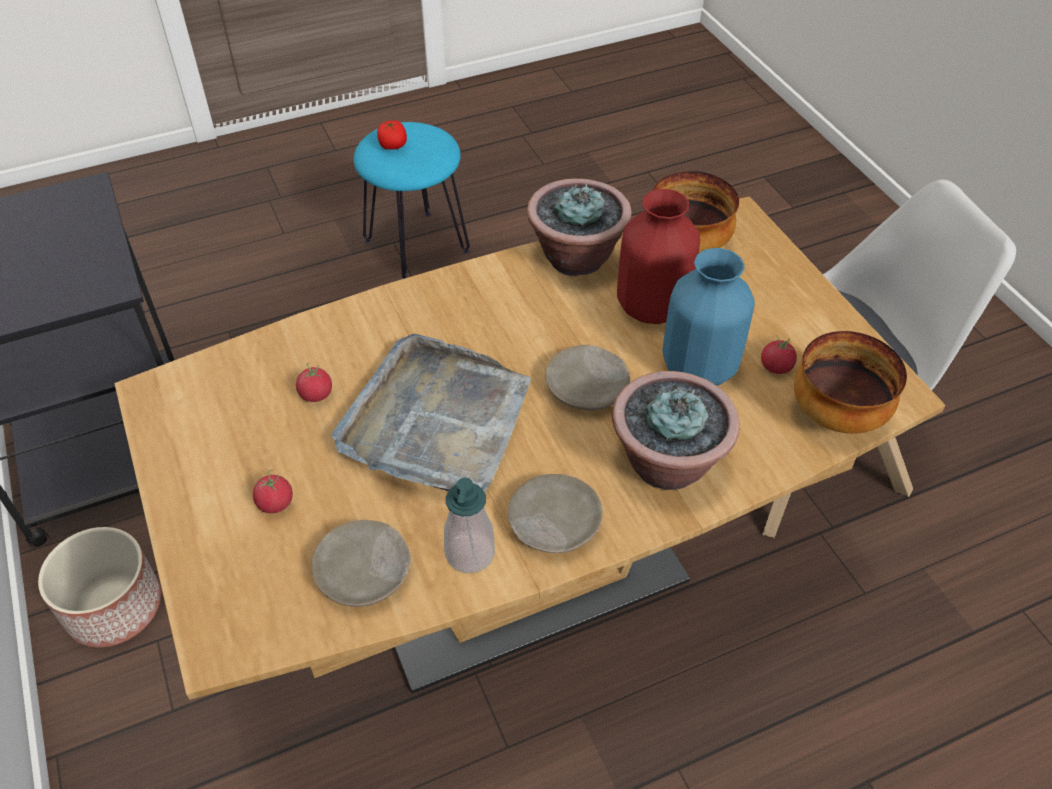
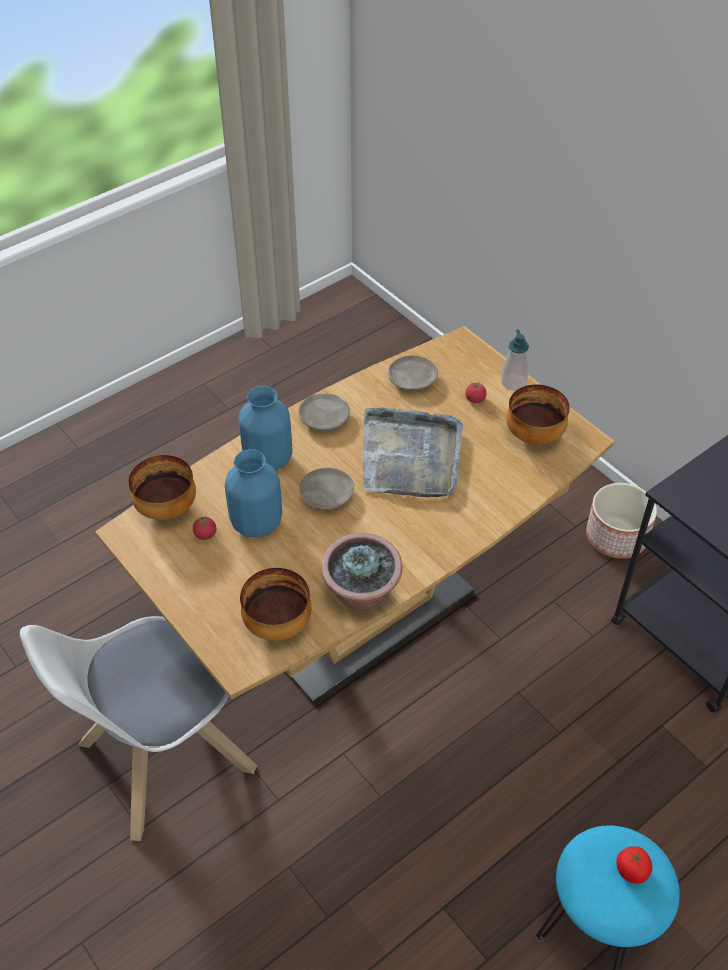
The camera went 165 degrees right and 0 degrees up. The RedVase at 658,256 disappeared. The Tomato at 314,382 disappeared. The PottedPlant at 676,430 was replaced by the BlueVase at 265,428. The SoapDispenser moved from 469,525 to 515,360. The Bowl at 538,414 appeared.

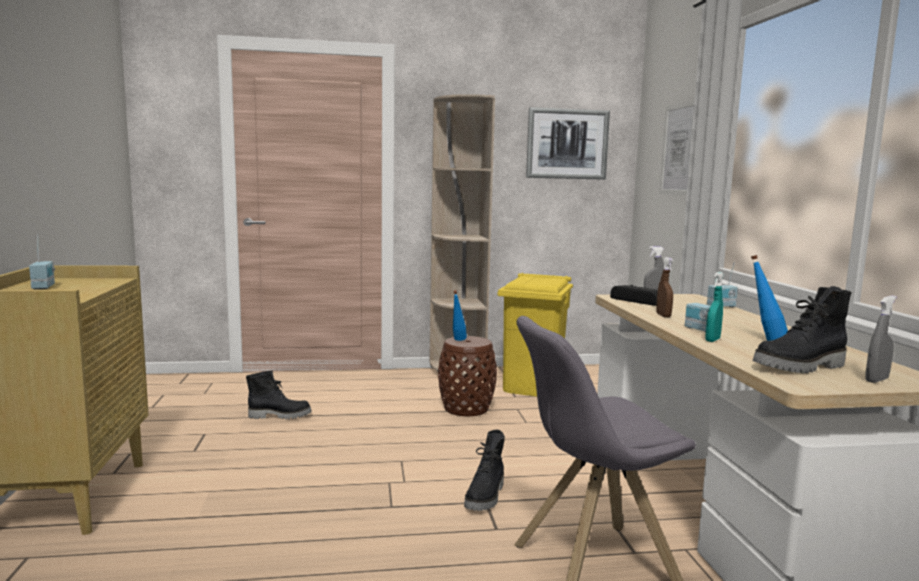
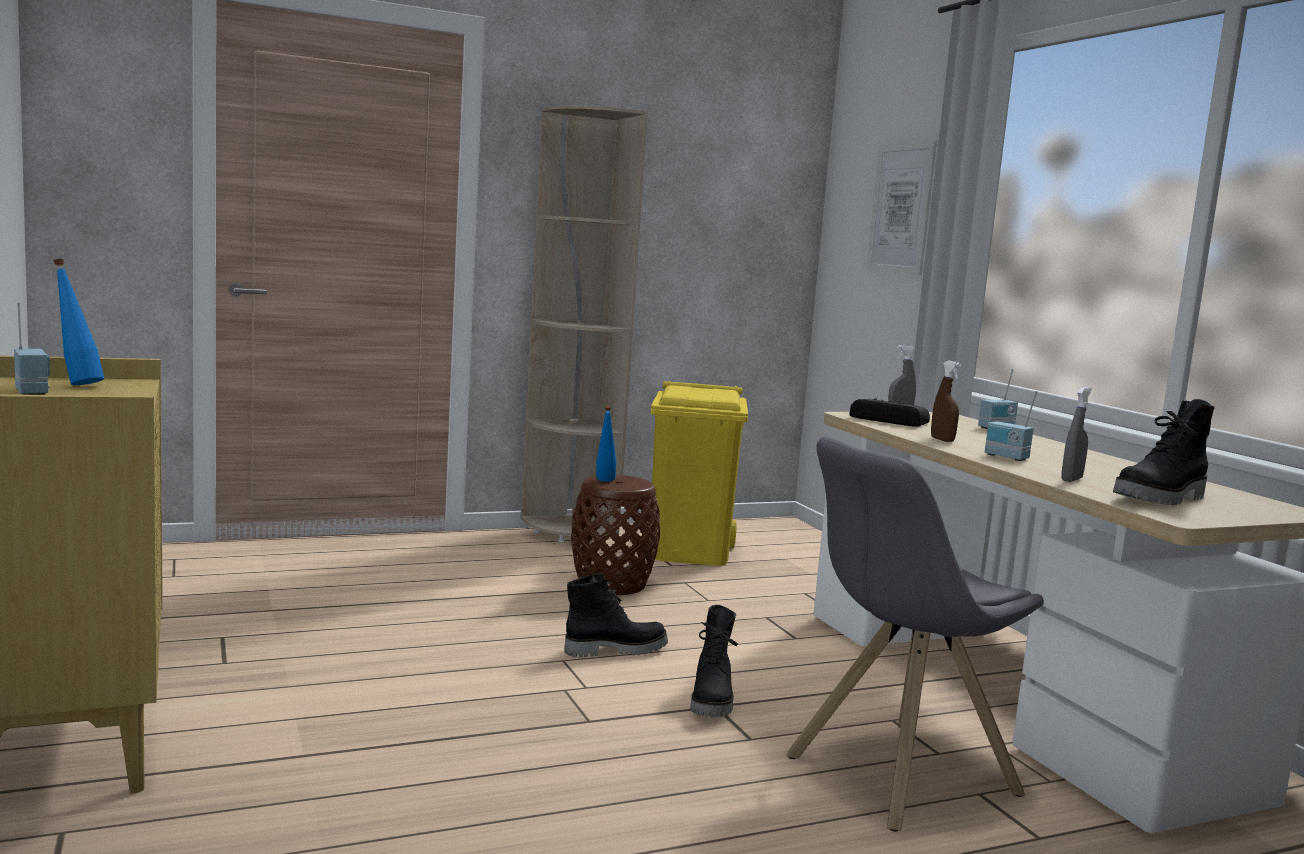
The camera went 15 degrees left and 0 degrees up. The Picture at 568,143 disappeared. The BlueBottle moved from 769,298 to 78,322. The TurquoiseSprayBottle at 714,307 disappeared. The GreySprayBottle moved from 881,339 to 1076,434. The BlackBoot moved from 279,395 to 616,615.

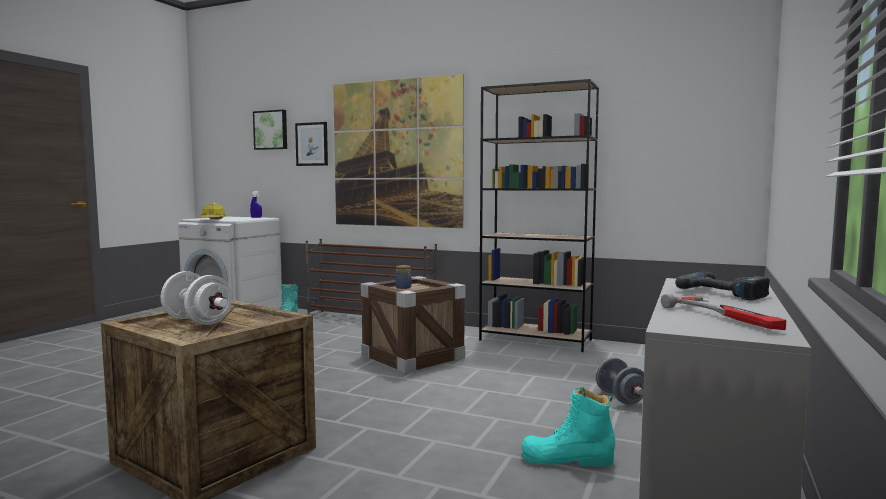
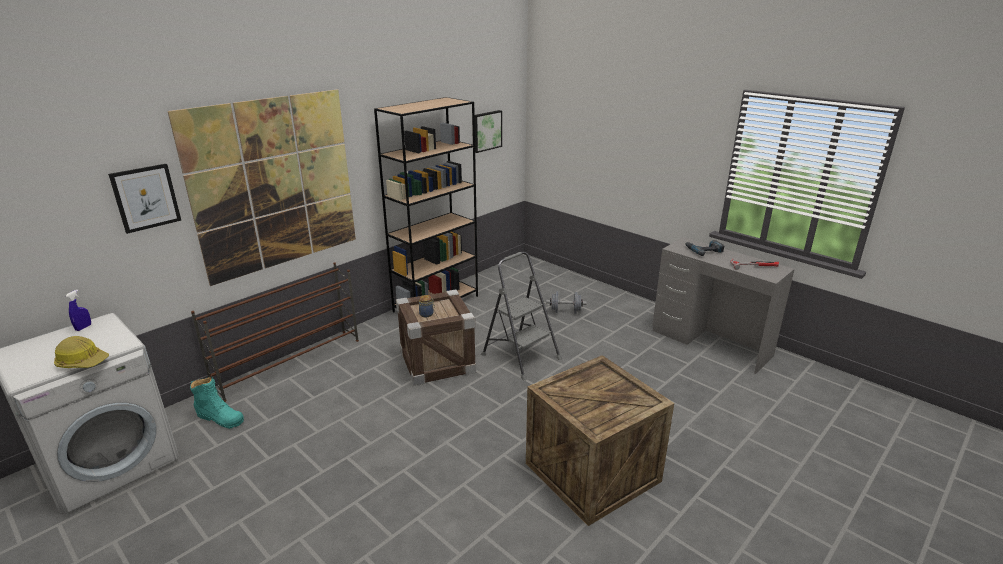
The camera went 70 degrees left and 20 degrees up. The Picture moved from 270,130 to 488,131. The WhiteDumbbell at 196,298 disappeared. The TurquoiseBoot at 568,427 disappeared. The GreyStepLadder at 521,316 appeared.

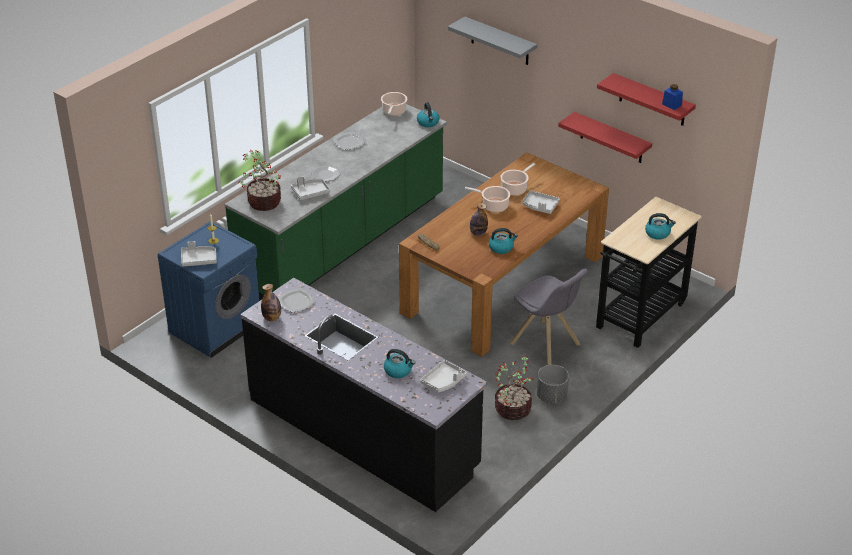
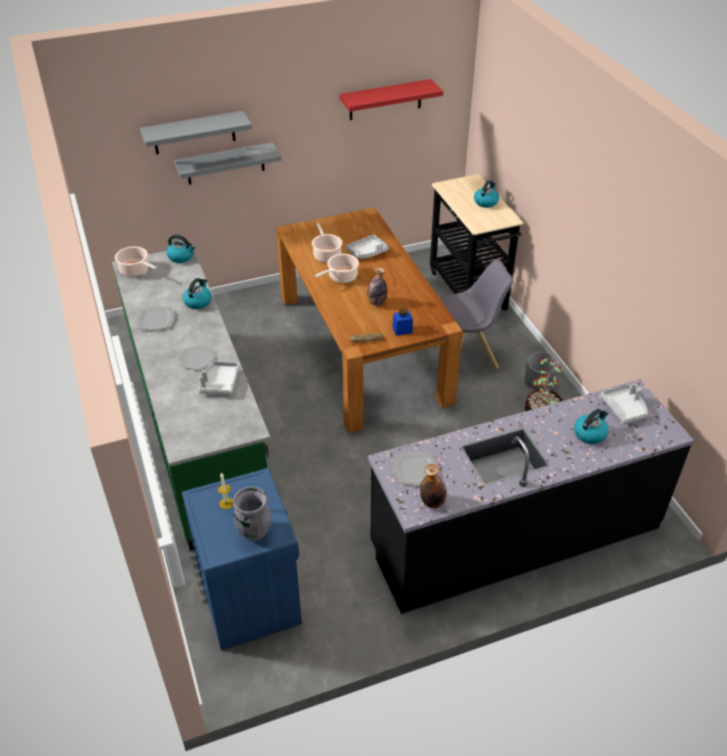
The camera went 60 degrees left and 5 degrees up. The BlueJar moved from 672,97 to 402,322. The RedShelf at 605,137 disappeared. The PottedPlant at 259,180 disappeared. The Kettle moved from 503,241 to 197,293. The GreyTray at 199,253 was replaced by the GreyVase at 252,513. The GreyShelf at 227,163 appeared.

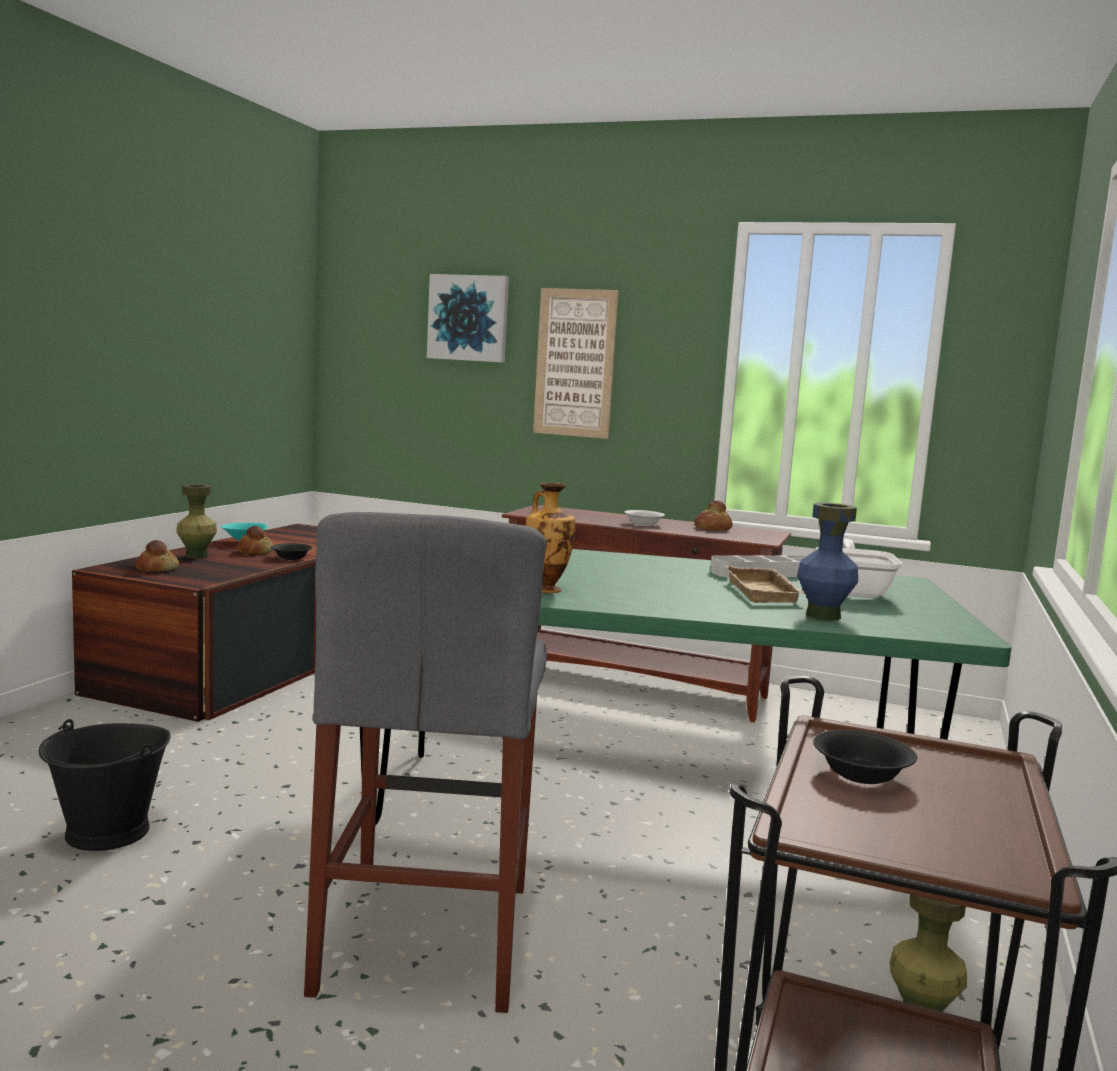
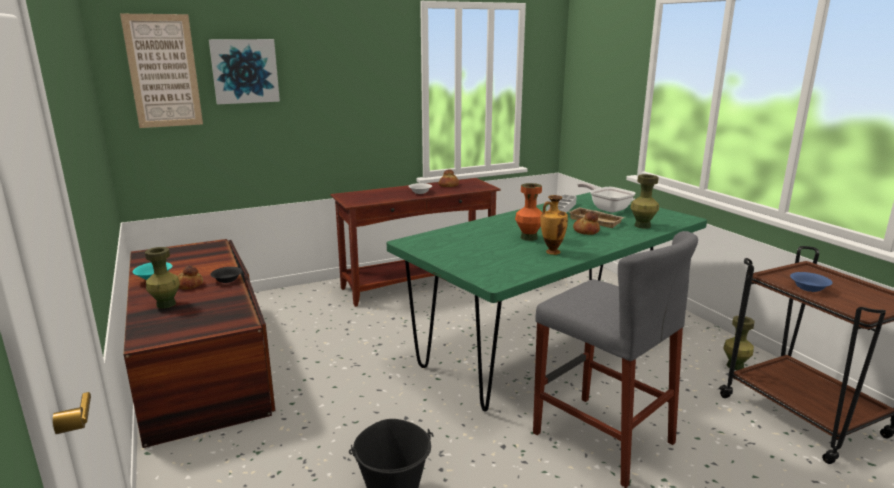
The camera went 45 degrees left and 10 degrees up. The Picture moved from 576,363 to 161,71. The BlueVase at 827,561 became the GreenVase at 644,201. The Bread moved from 157,556 to 586,223. The BlackBowl at 865,757 became the BlueBowl at 811,282. The OrangeVase at 529,212 appeared.

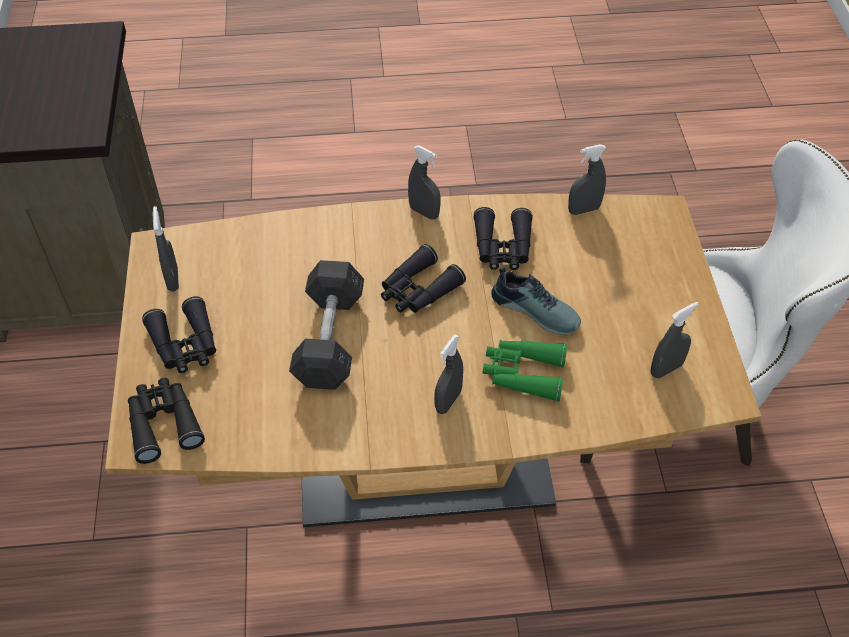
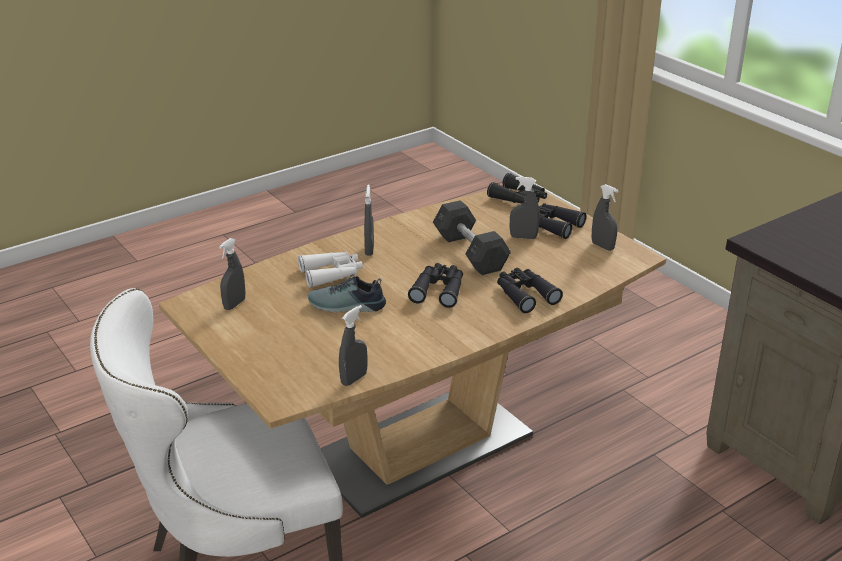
The camera went 150 degrees right and 20 degrees down. The GreySprayBottle moved from 424,182 to 525,208. The BlackBinoculars moved from 503,238 to 530,290. The GreenBinoculars at 524,370 became the WhiteBinoculars at 330,269.

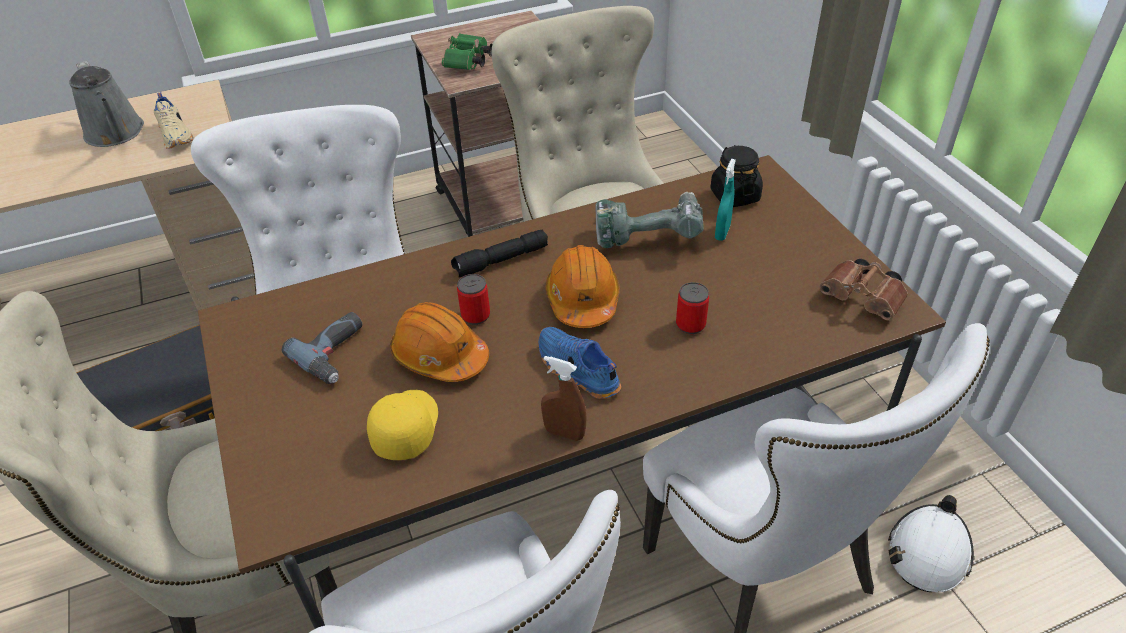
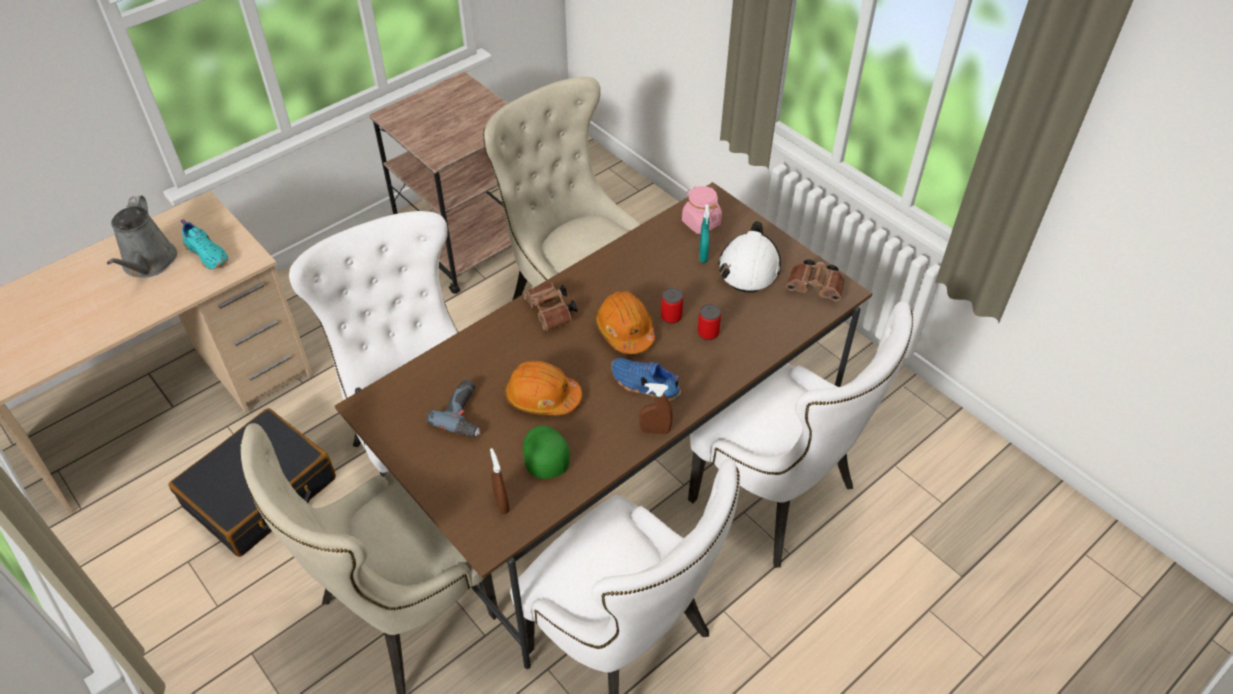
The camera went 20 degrees left and 5 degrees up. The GreenBinoculars at 467,51 disappeared. The GreyWateringCan at 106,104 turned 45 degrees clockwise. The BeigeShoe at 173,120 became the TurquoiseShoe at 204,244. The BlackJar at 736,176 became the PinkJar at 702,210. The PowerDrill at 649,220 disappeared. The BlackFlashlight at 499,253 was replaced by the BrownBinoculars at 550,307. The Can moved from 473,299 to 672,306. The YellowCap at 402,425 became the GreenCap at 546,452. The WhiteHardHat moved from 931,543 to 749,257. The BrownSprayBottle at 500,481 appeared.

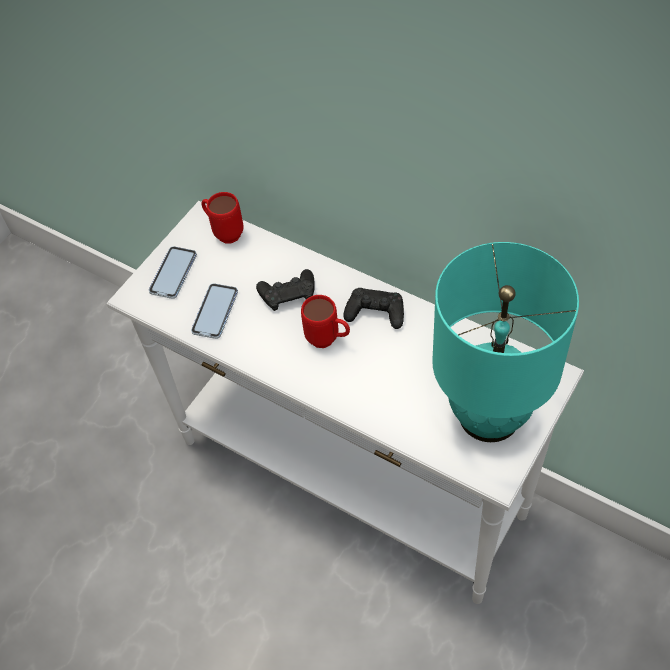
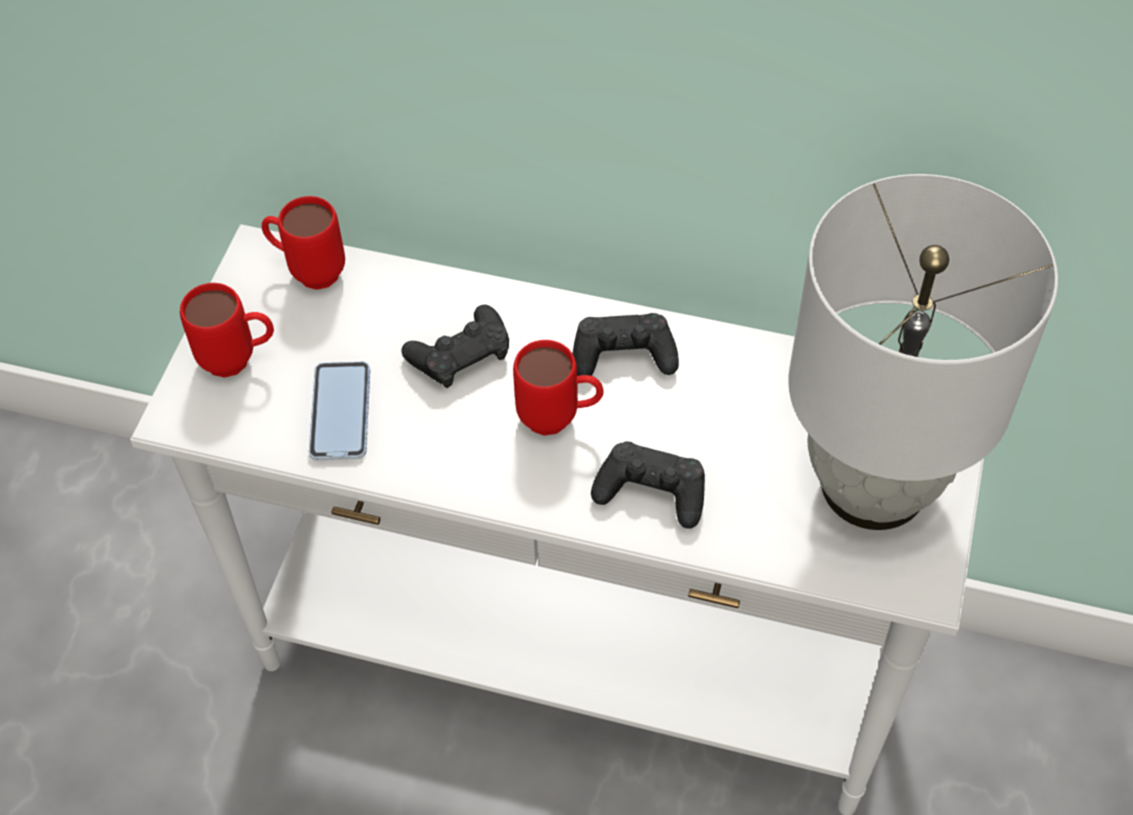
The camera went 20 degrees left and 0 degrees up. The TurquoiseTableLamp at 505,342 became the WhiteTableLamp at 923,352. The Phone at 173,272 was replaced by the RedMug at 227,330. The BlackGameController at 648,485 appeared.

